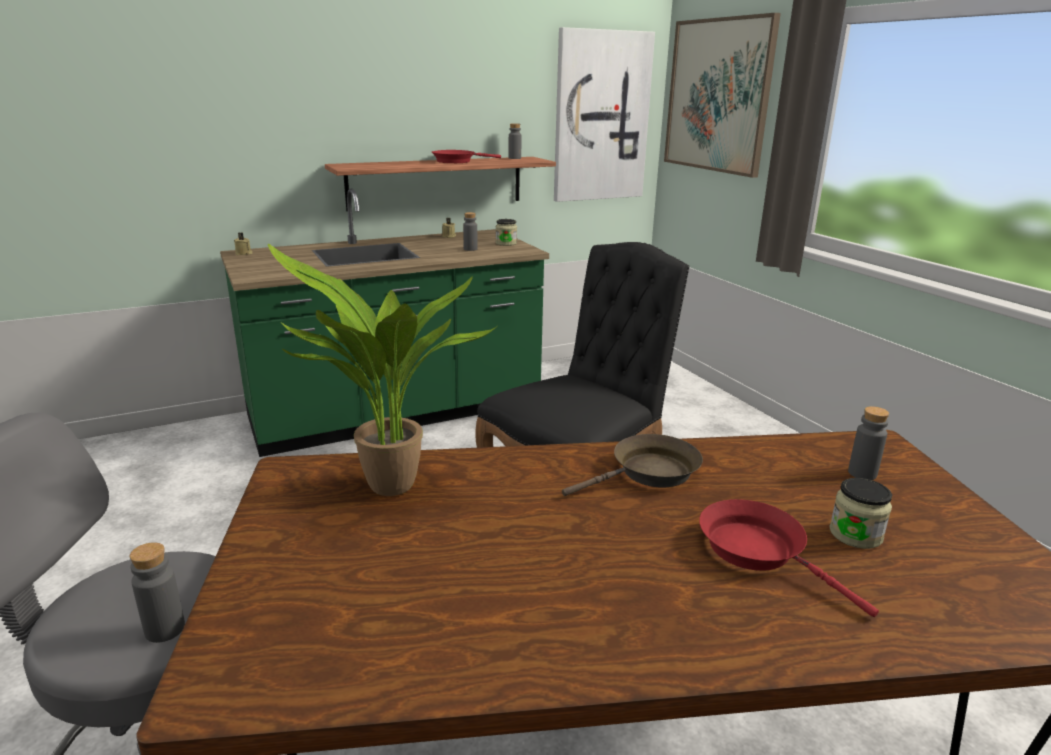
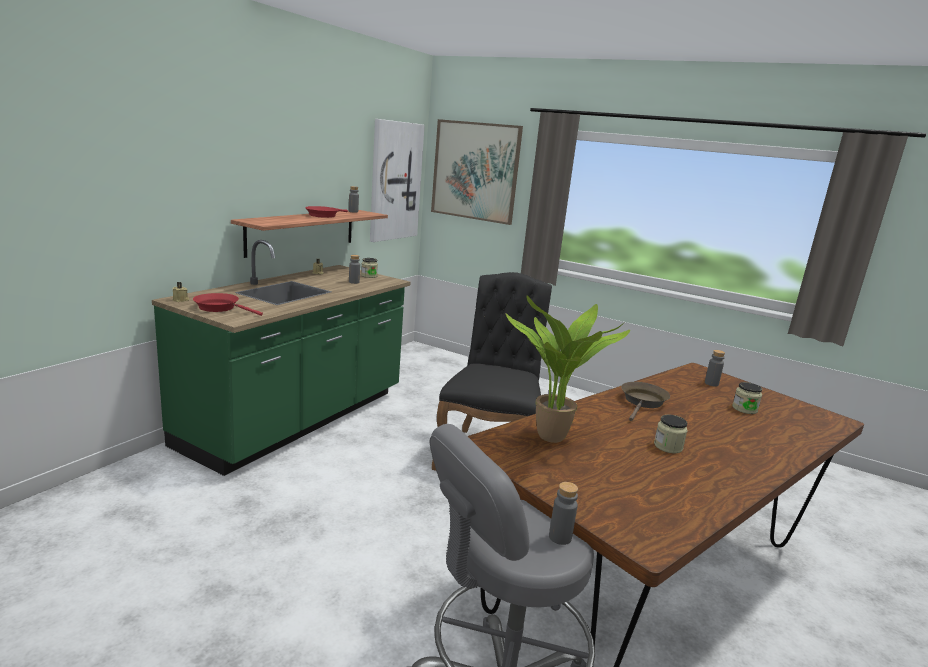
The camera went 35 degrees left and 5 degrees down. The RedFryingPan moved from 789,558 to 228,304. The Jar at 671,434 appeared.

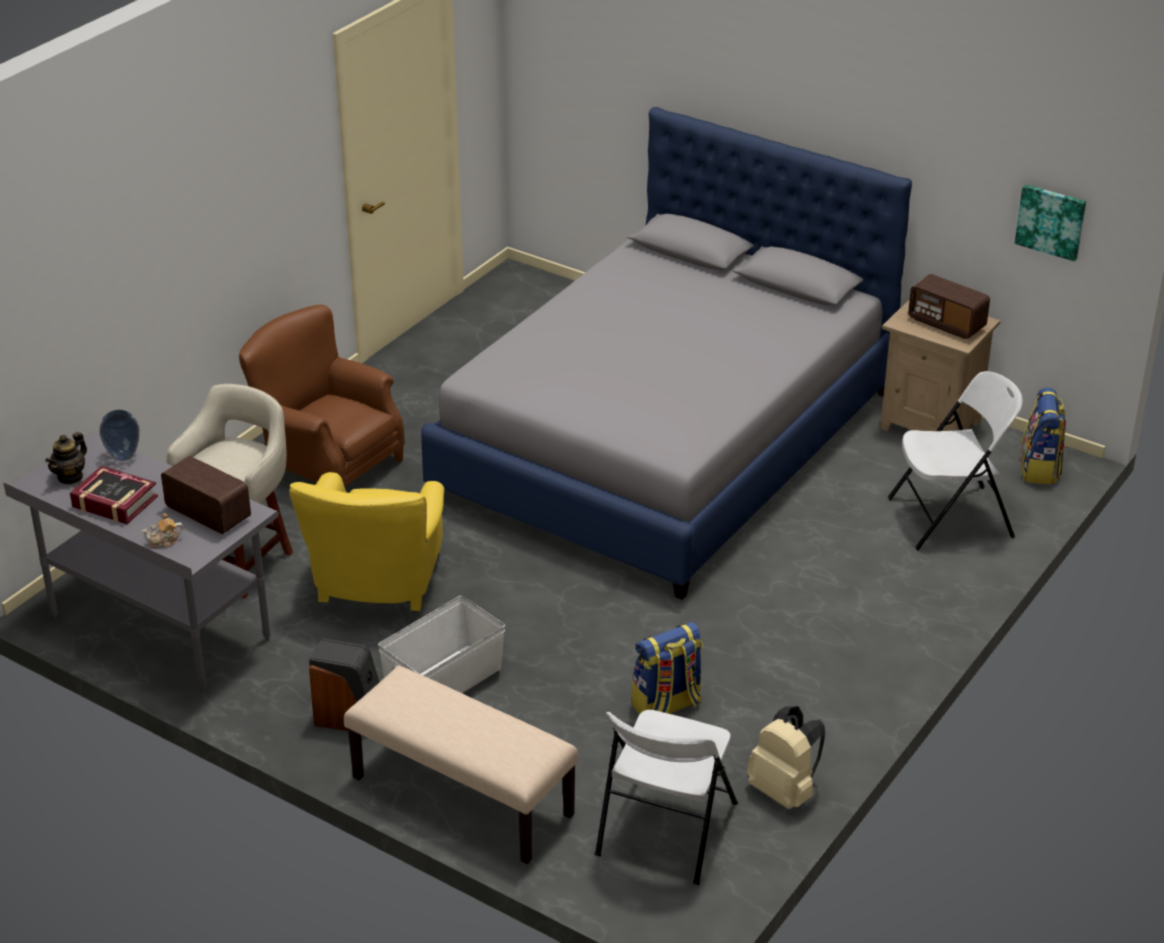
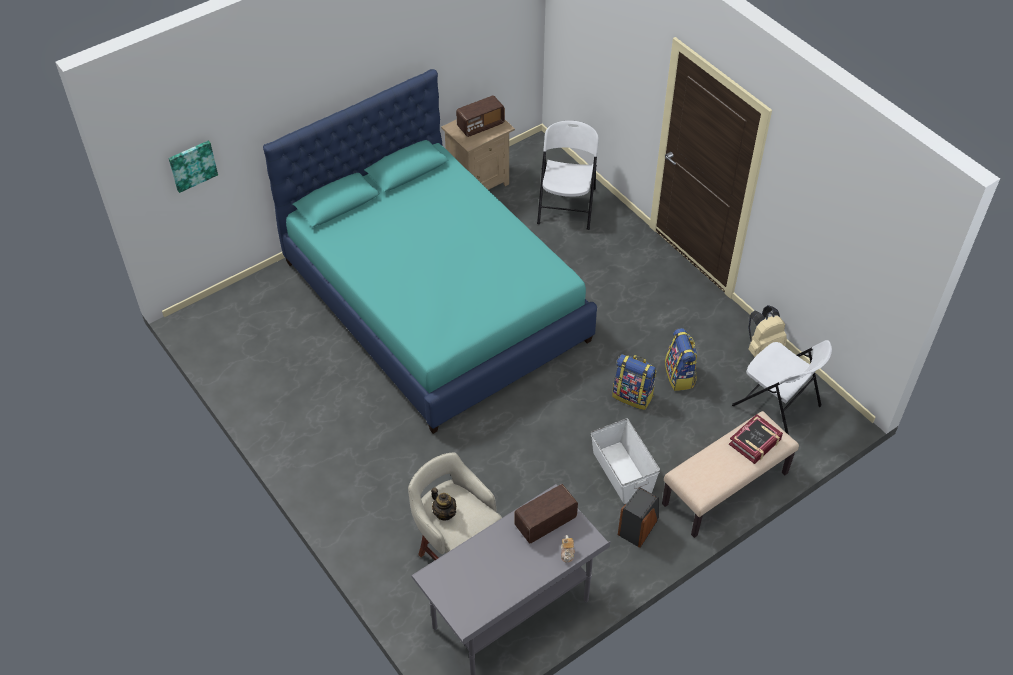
The camera went 70 degrees left and 15 degrees up. The GreyBed at 666,353 became the TurquoiseBed at 430,251. The Picture moved from 1050,222 to 193,167. The BrownArmchair at 322,395 disappeared. The Backpack moved from 1043,436 to 634,382. The Vase at 119,435 disappeared. The Teapot moved from 66,458 to 443,503. The Book moved from 114,495 to 756,439. The YellowArmchair at 366,541 disappeared.

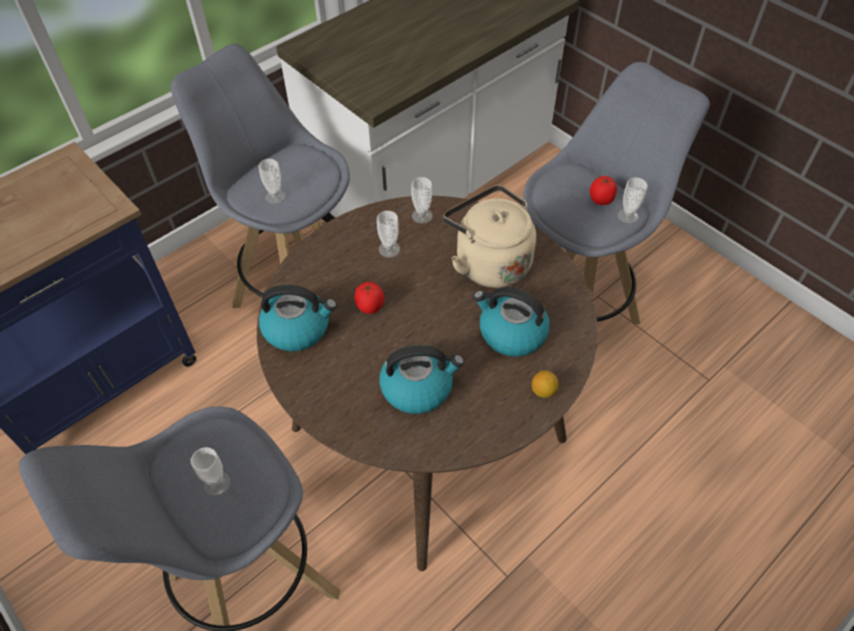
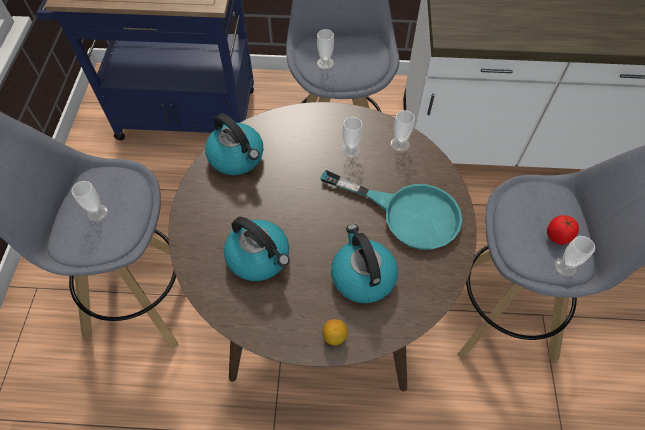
The camera went 45 degrees right and 5 degrees up. The BeigeKettle at 489,236 was replaced by the TurquoiseFryingPan at 391,210. The Tomato at 369,298 disappeared.

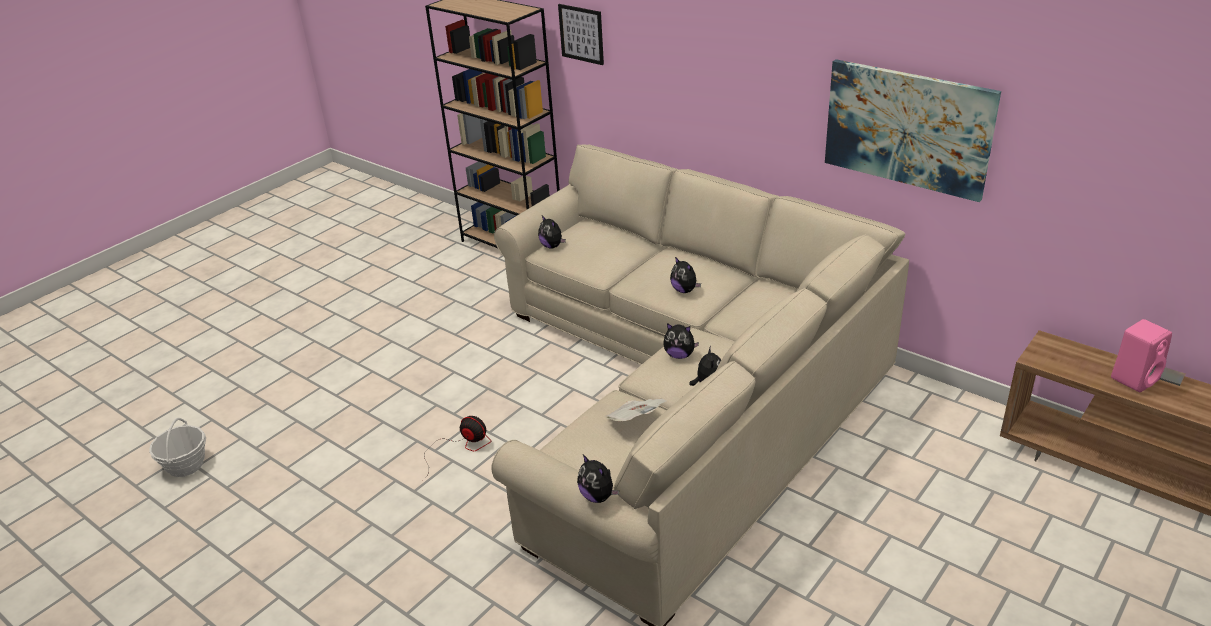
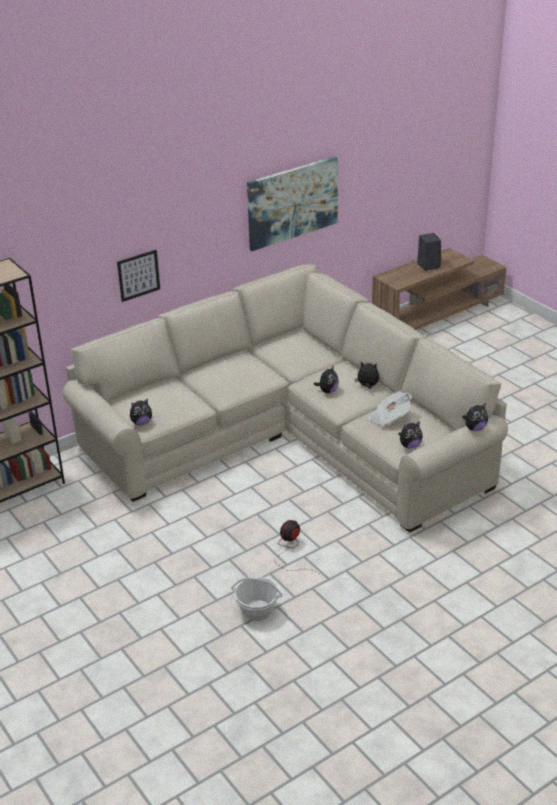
The camera went 75 degrees left and 0 degrees up. The Picture moved from 581,34 to 138,276. The PlushToy moved from 685,275 to 410,435. The PinkSpeaker at 1141,355 became the BlackSpeaker at 429,252. The Basket moved from 177,447 to 256,599.

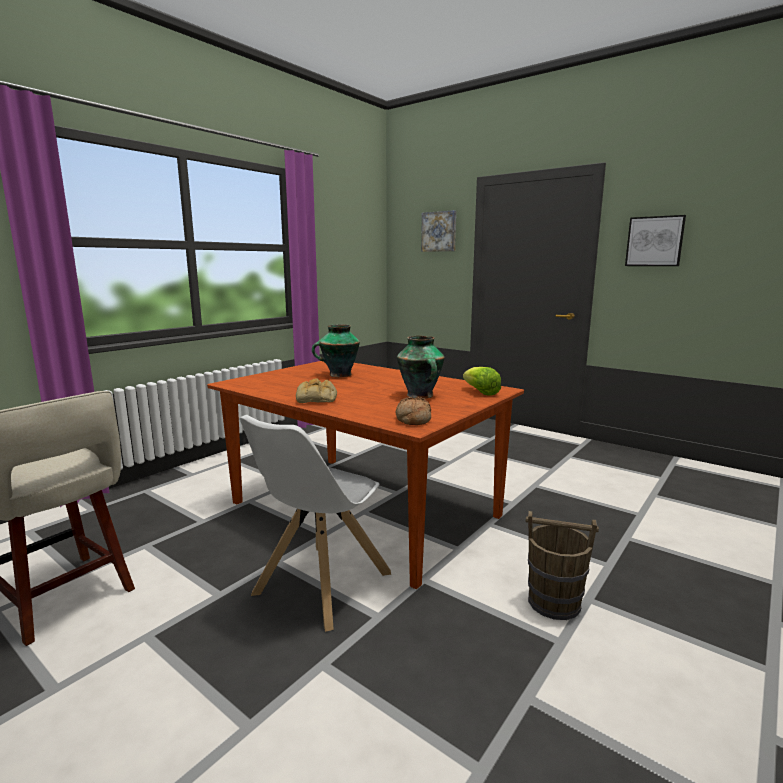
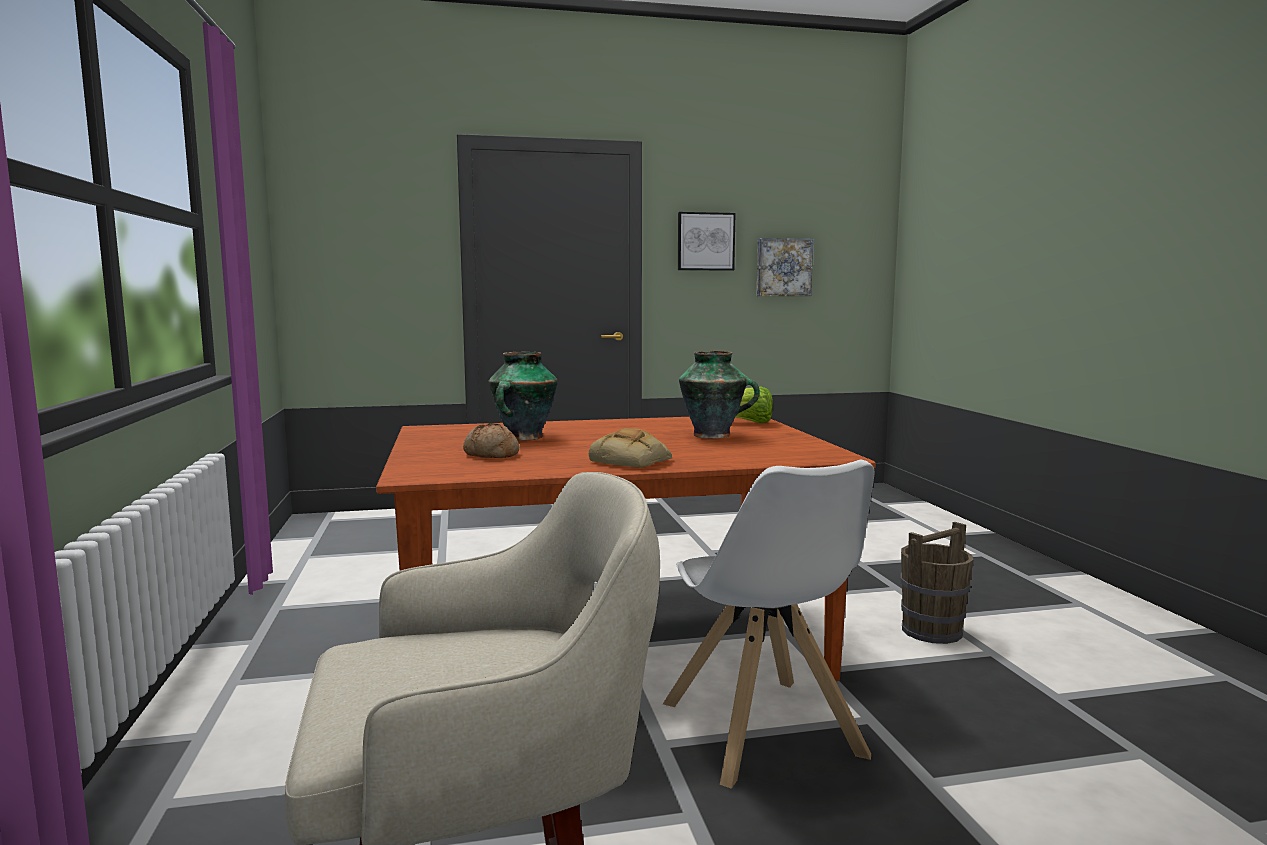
The camera went 50 degrees left and 5 degrees down. The Picture moved from 438,231 to 785,267. The Bread moved from 413,411 to 491,440.

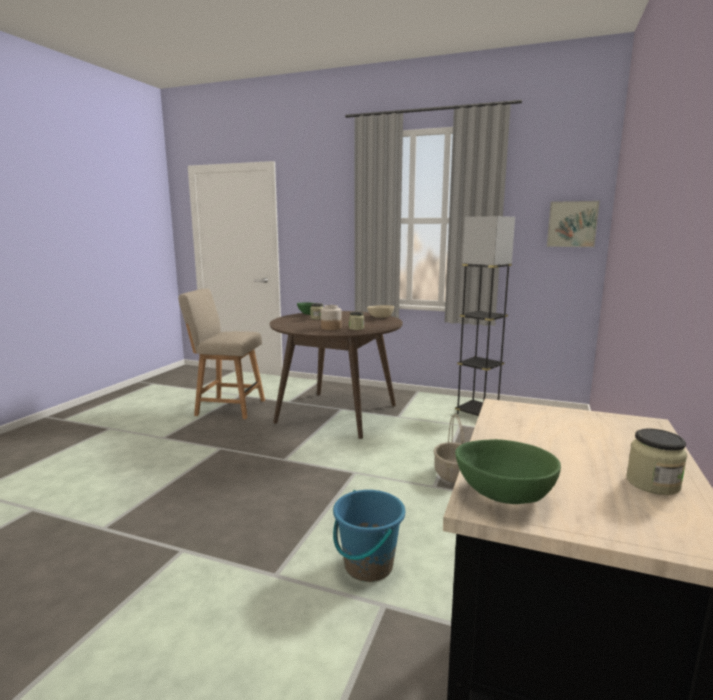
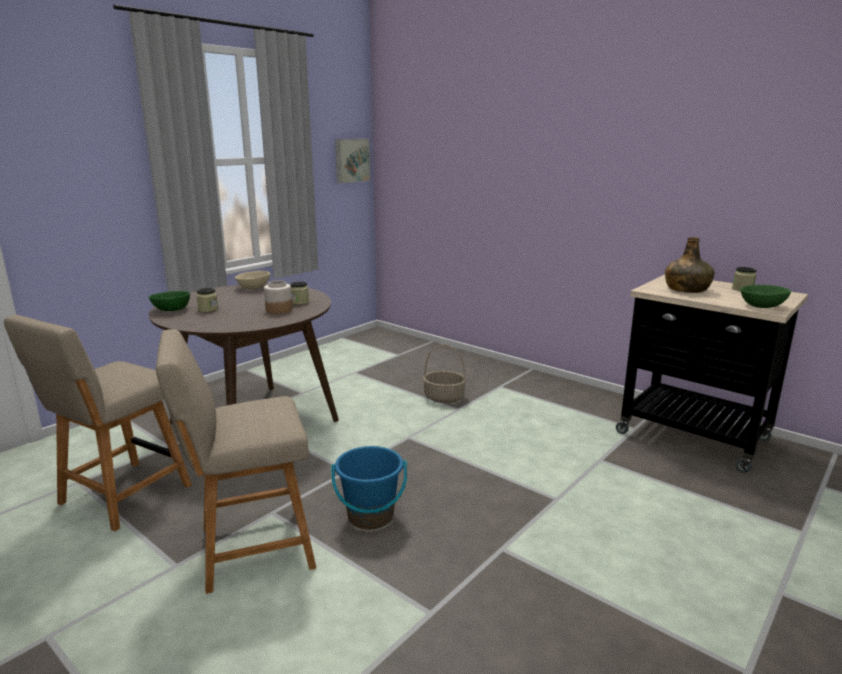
The camera went 70 degrees left and 5 degrees up. The GreyFloorLamp at 485,316 disappeared. The BlueBucket moved from 369,536 to 369,487. The GreenBottle at 690,265 appeared. The BeigeChair at 236,461 appeared.

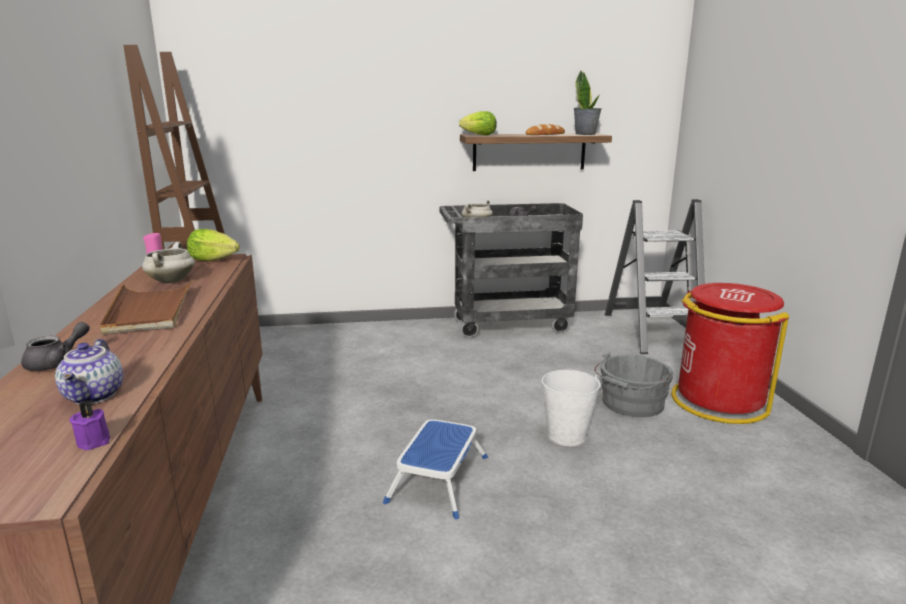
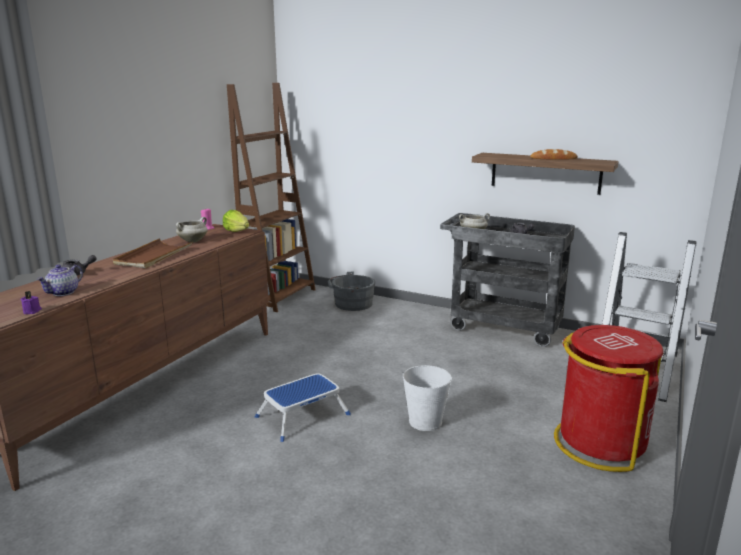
The camera went 35 degrees right and 0 degrees up. The PottedPlant at 588,103 disappeared. The Lettuce at 478,123 disappeared. The GreyBucket moved from 634,385 to 351,291.

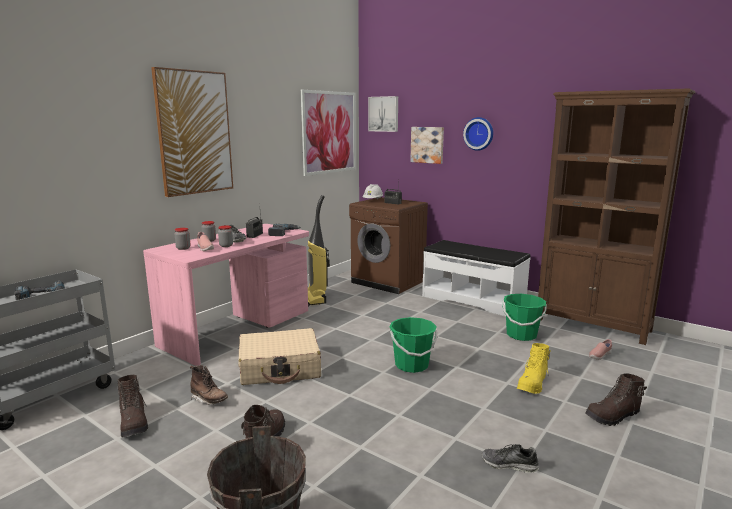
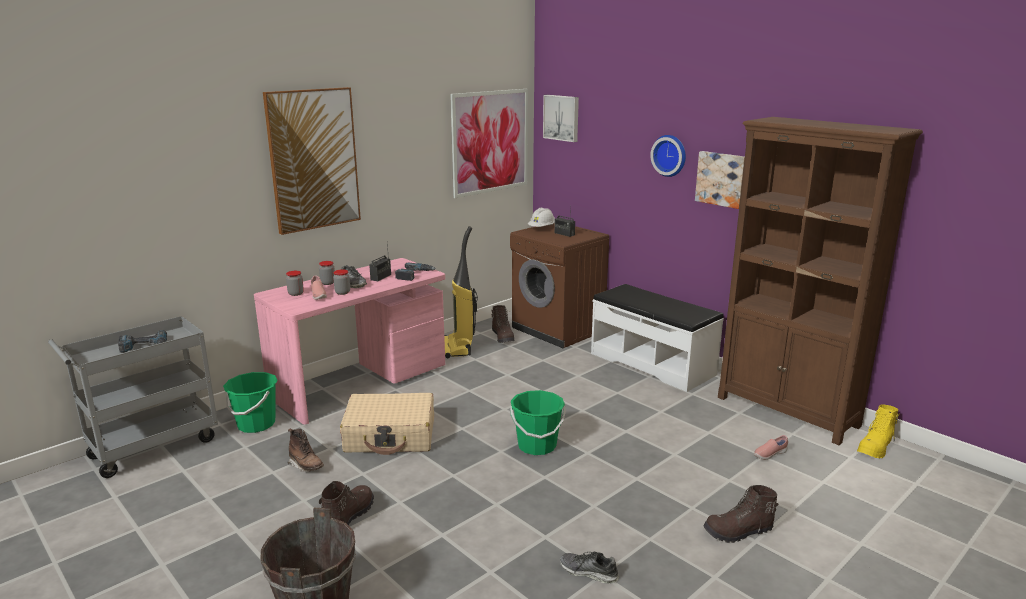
The camera went 10 degrees right and 5 degrees up. The Picture moved from 427,145 to 720,180. The GreenBucket moved from 524,317 to 250,402. The YellowBoot moved from 534,368 to 878,431. The BrownBoot moved from 133,406 to 503,324.

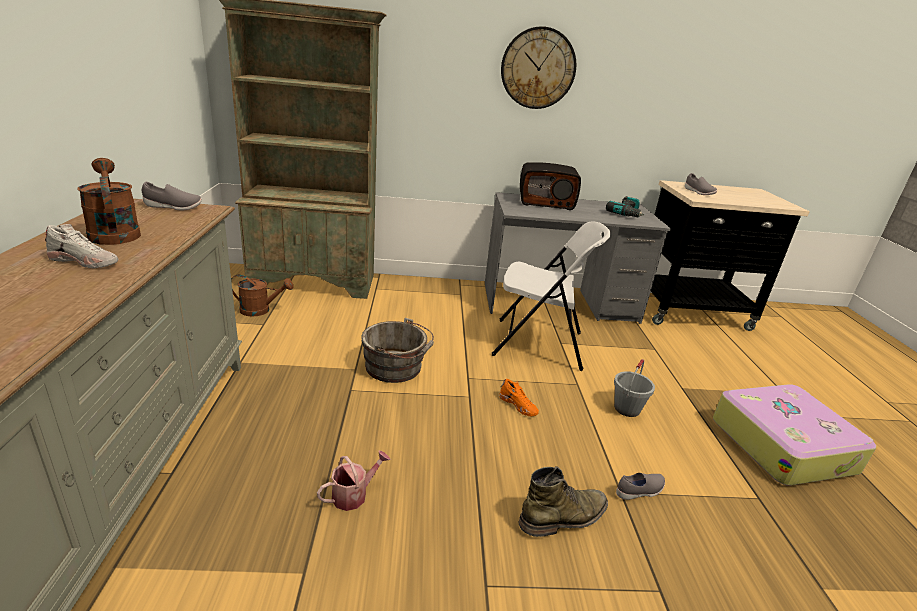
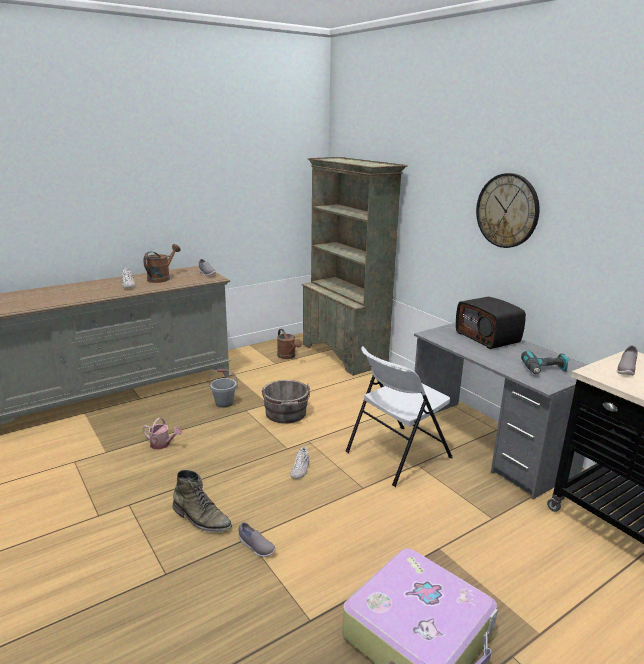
The camera went 60 degrees right and 5 degrees down. The WhiteChair at 551,296 turned 75 degrees clockwise. The GreyBucket moved from 634,388 to 223,388. The OrangeShoe at 519,397 became the WhiteShoe at 299,462.

